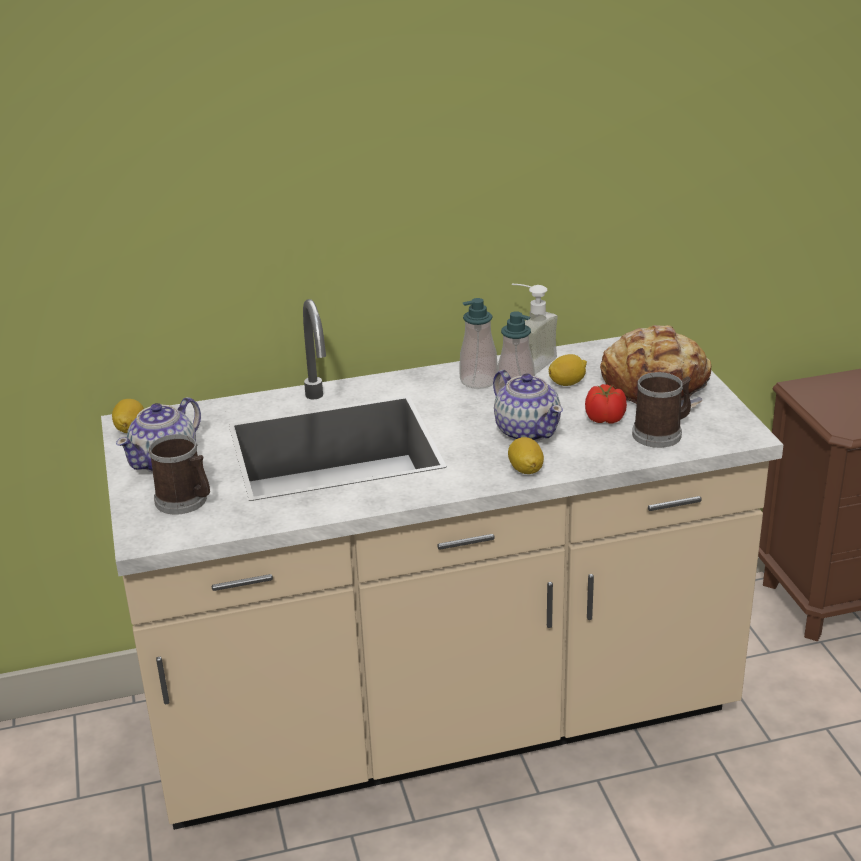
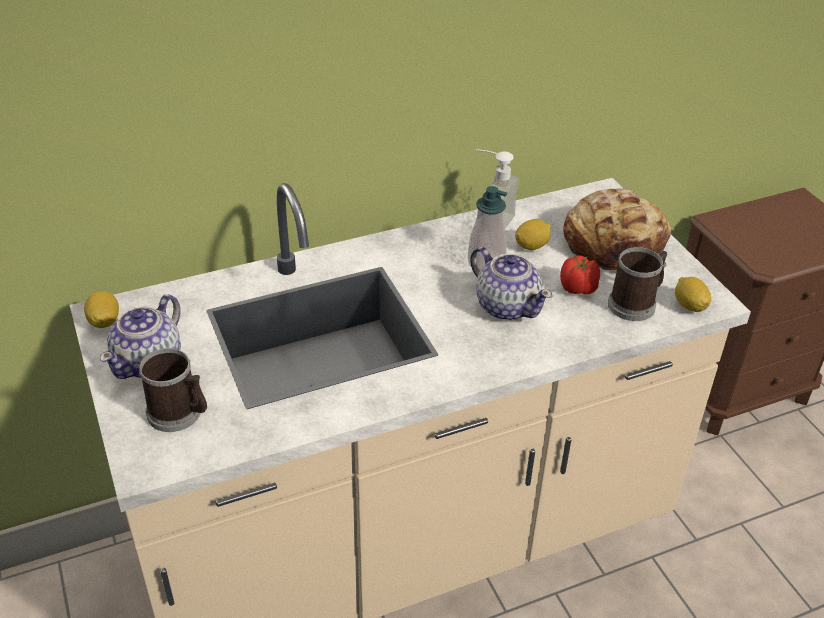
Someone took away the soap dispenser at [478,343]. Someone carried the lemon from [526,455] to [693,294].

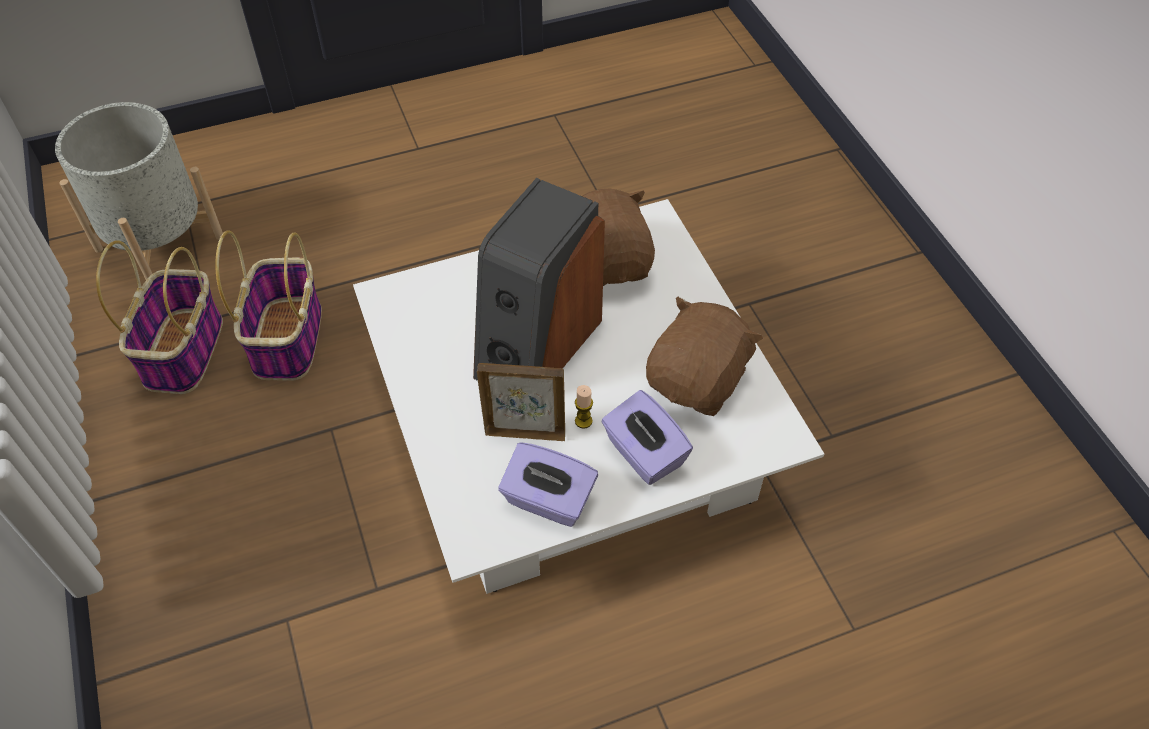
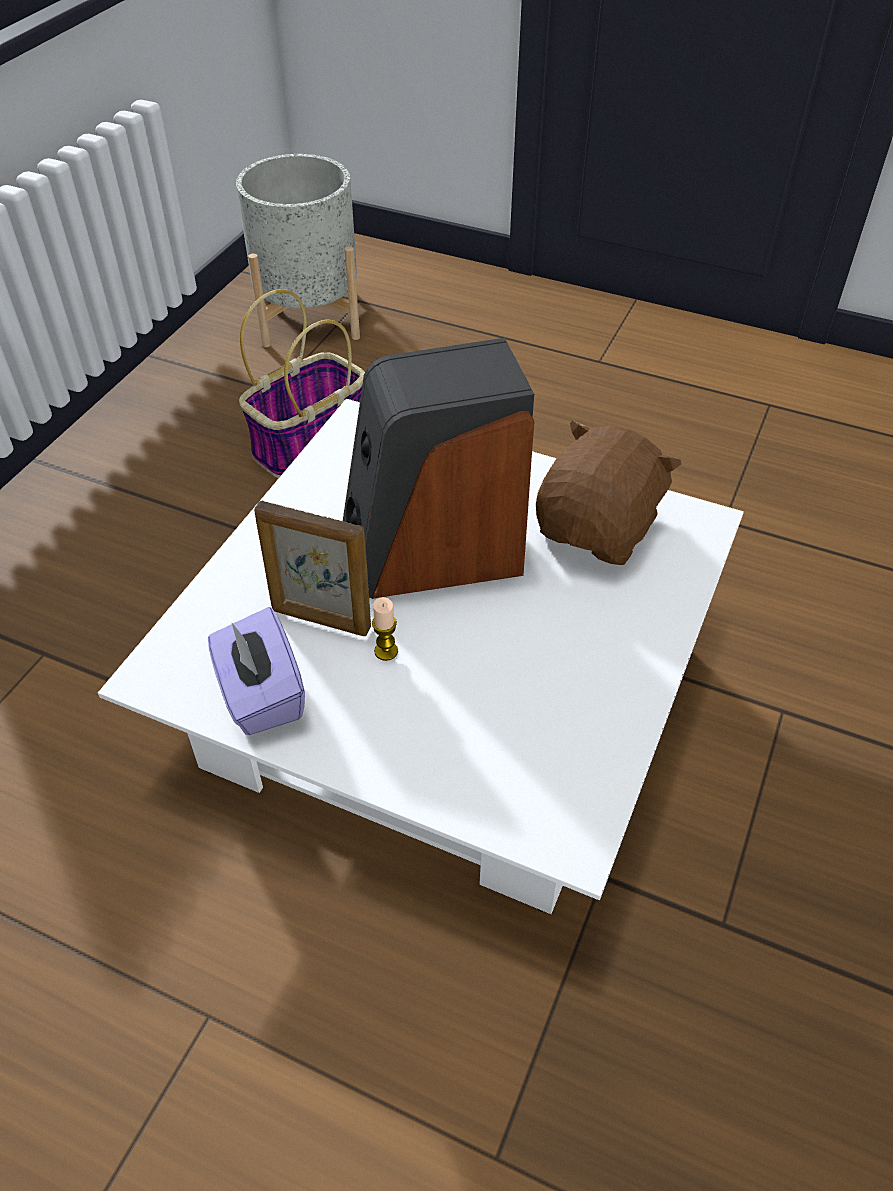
Someone took away the basket at [159,317]. Someone took away the plush toy (brown) at [704,356]. Someone rotated the picture frame at [521,402] by 150 degrees clockwise. Someone took away the tissue box (purple) at [647,437].

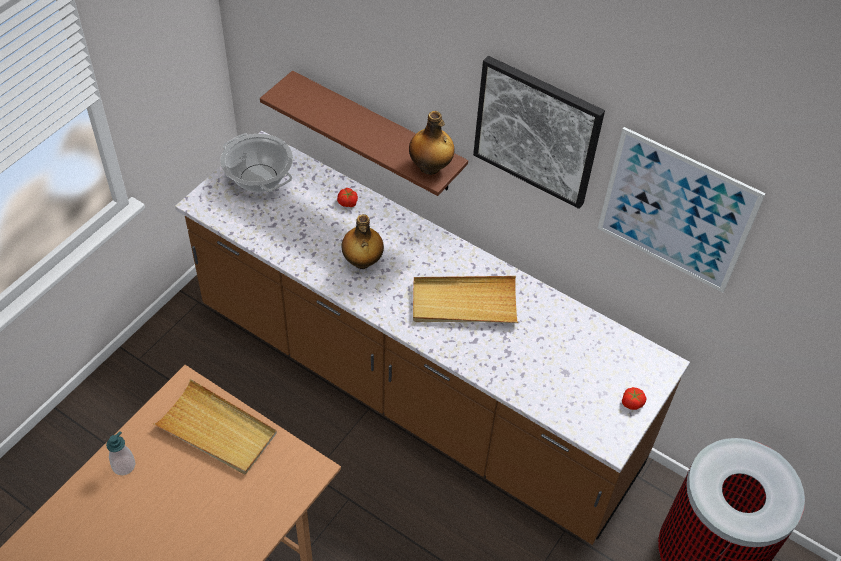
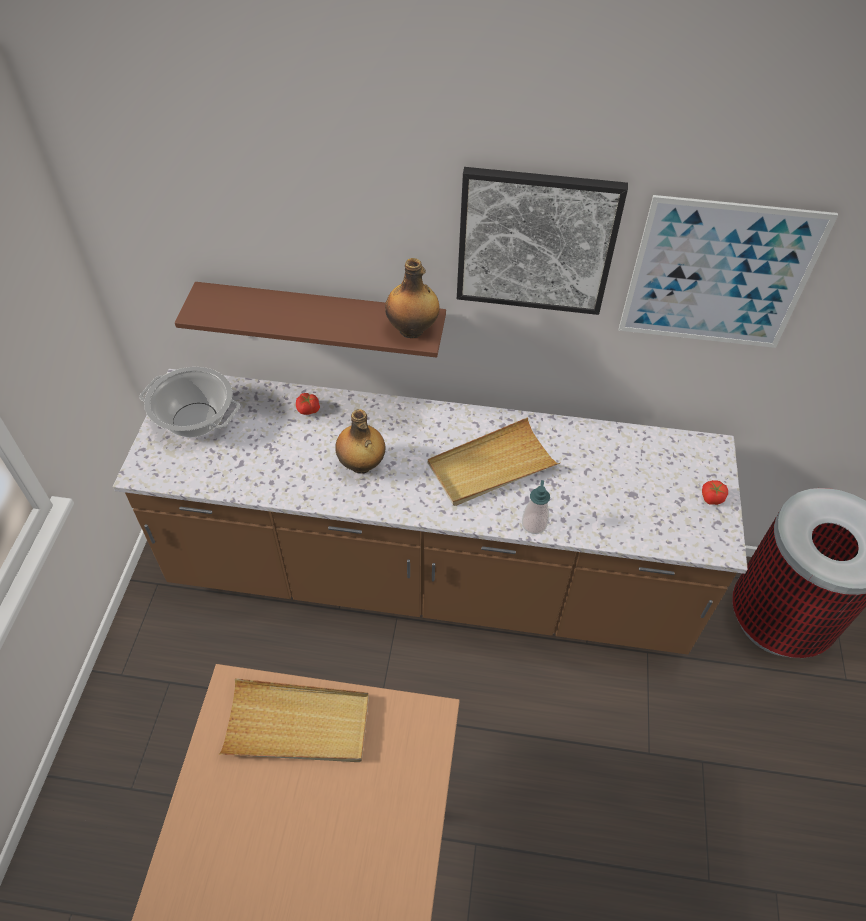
Someone carried the soap dispenser from [121,453] to [536,507].

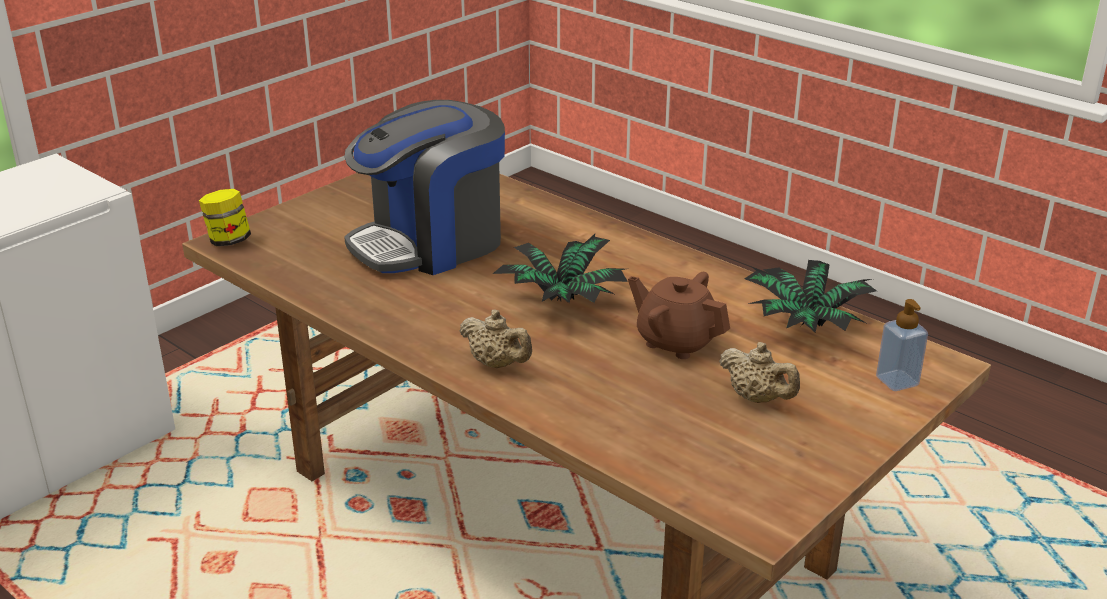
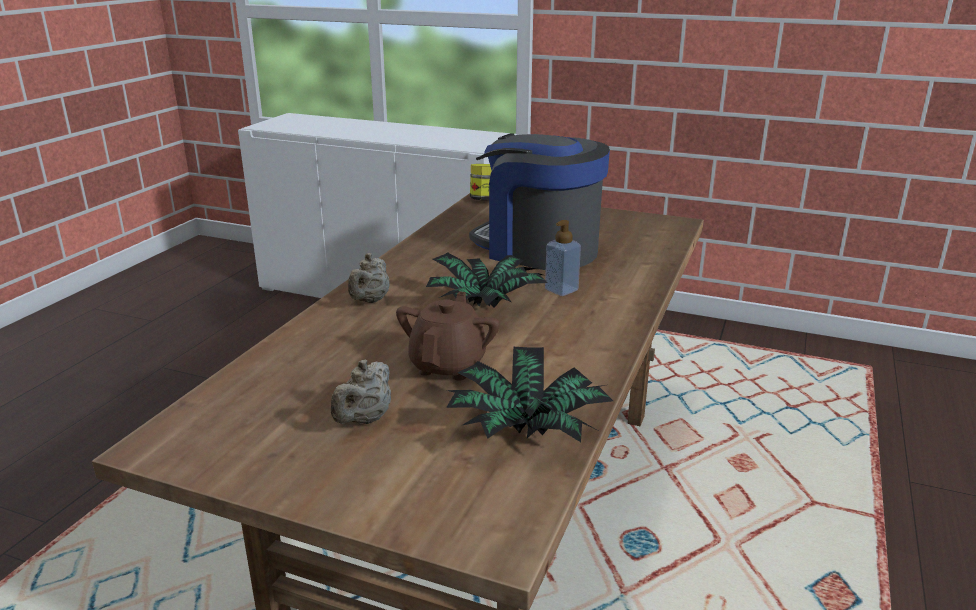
Someone carried the soap dispenser from [902,345] to [563,258].

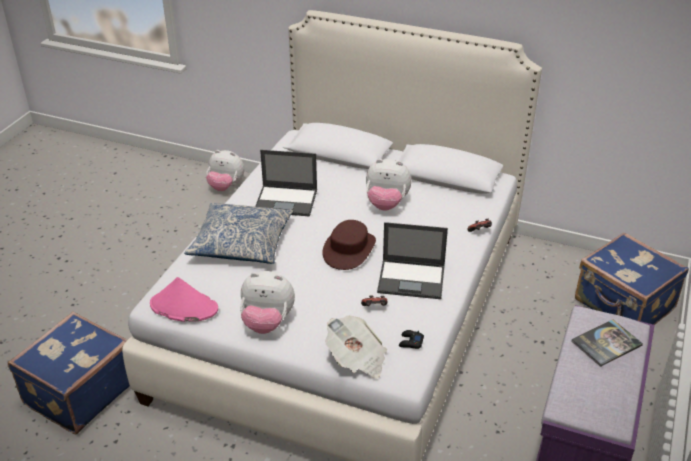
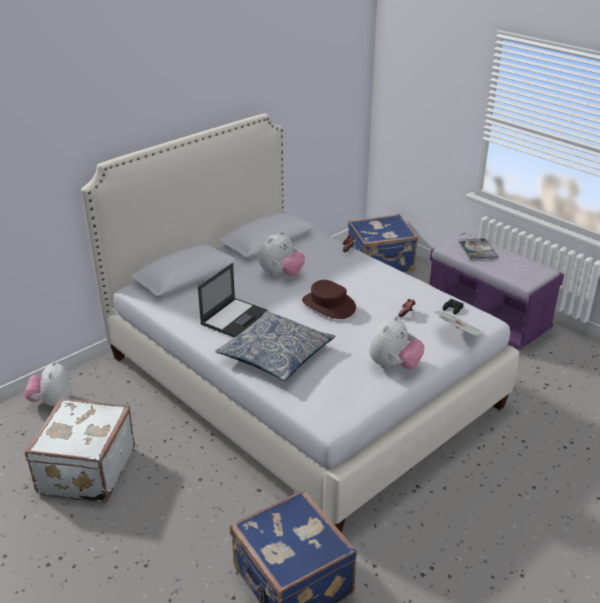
Someone rotated the plush toy at [225,170] by 135 degrees clockwise. Someone took away the laptop at [412,260]. Someone took away the hat (pink) at [184,299]. Someone put down the suitcase (white) at [80,450].

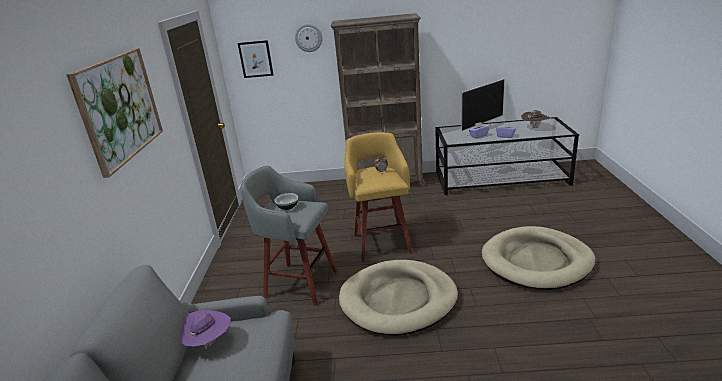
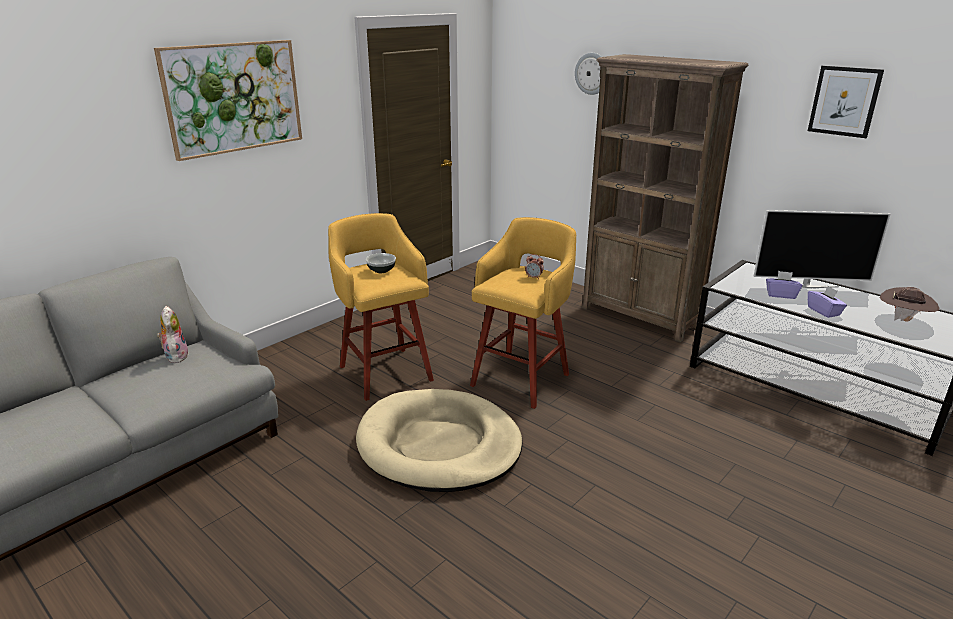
Someone carried the picture from [255,59] to [846,102]. Someone repainted the stool (grey) at [288,236], which became the stool (yellow) at [381,307]. Someone took away the dog bed (beige) at [539,258]. Someone swapped the hat (purple) at [205,329] for the plush toy at [173,334].

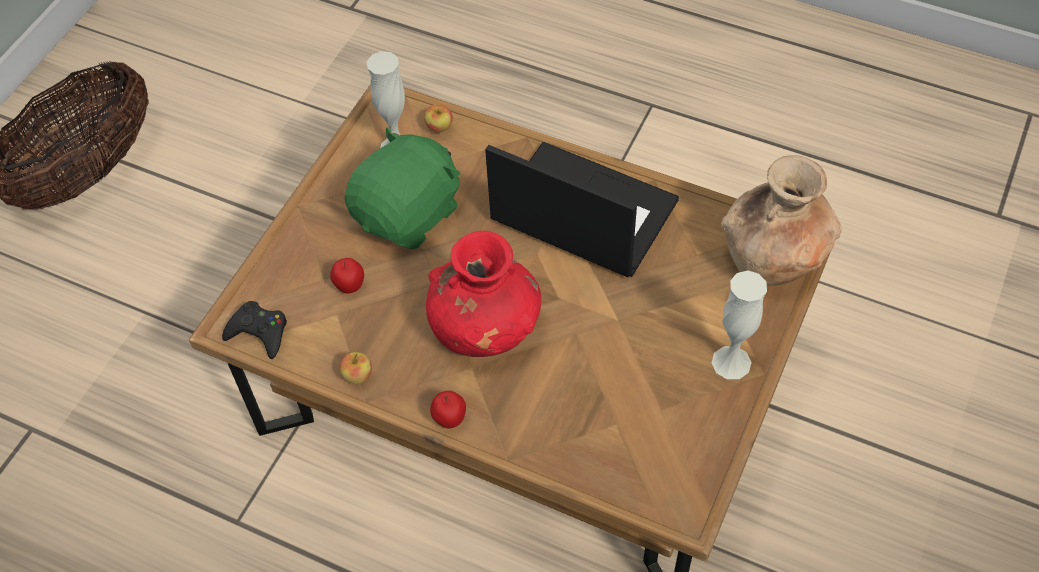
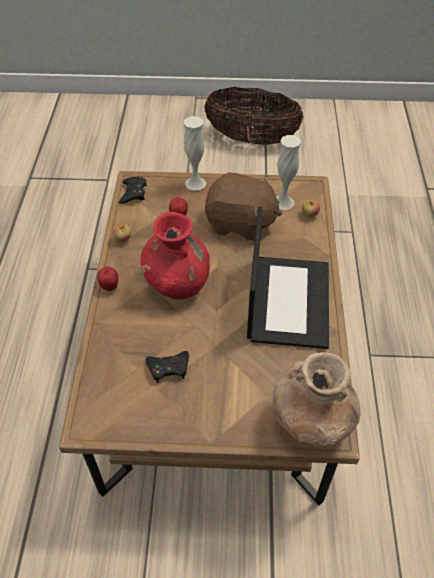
Someone repainted the plush toy (green) at [402,188], which became the plush toy (brown) at [243,206]. Someone carried the vase (white) from [739,325] to [195,153]. Someone put down the game controller (black) at [167,367].

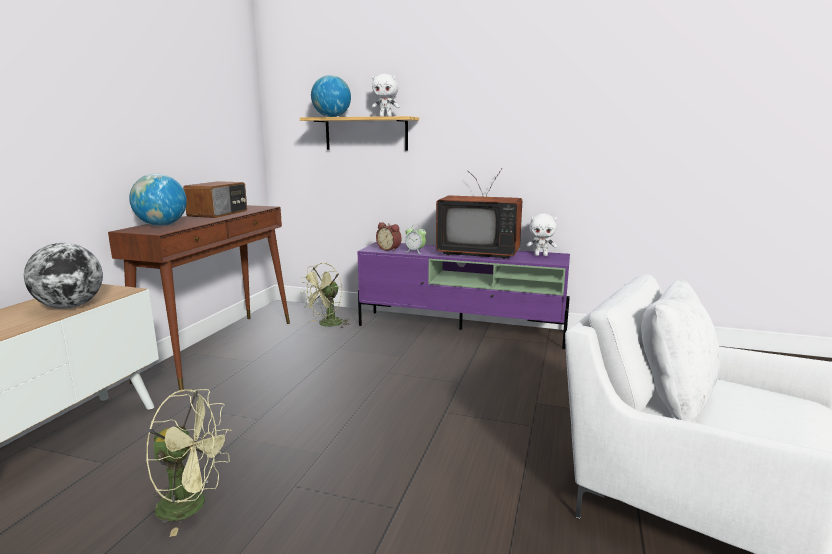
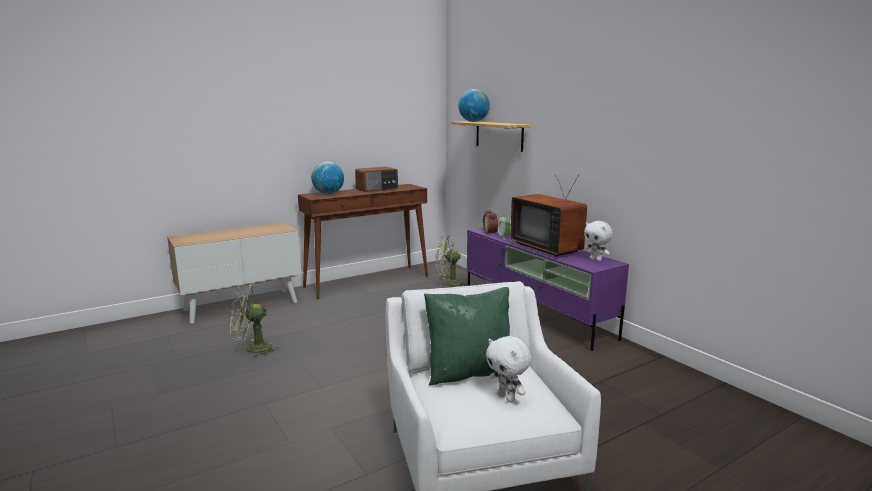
Someone carried the plush toy (white) from [385,95] to [508,369]. Someone took away the globe at [63,276]. Someone repainted the pillow (white) at [680,350], which became the pillow (green) at [467,336]. Someone rotated the fan (green) at [189,463] by 120 degrees clockwise.

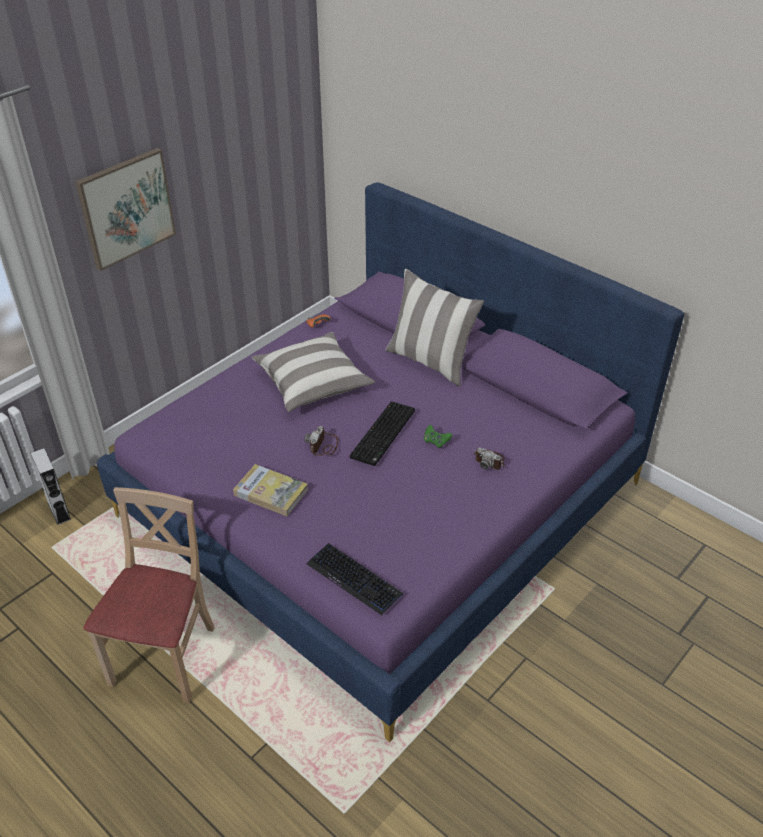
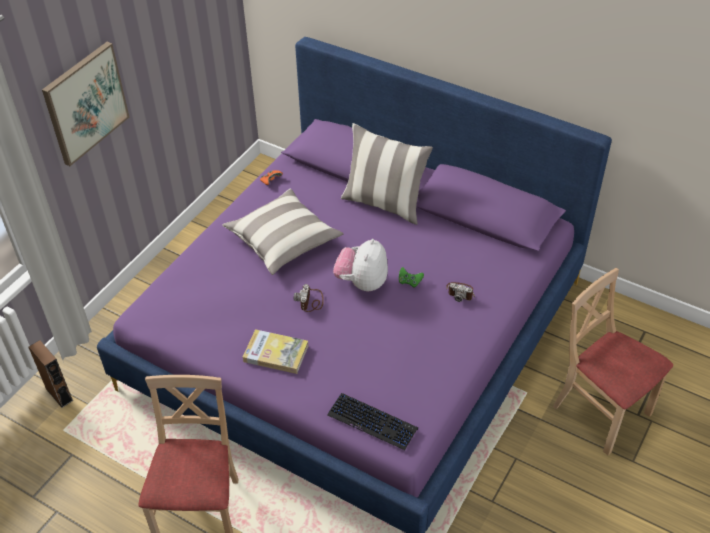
Someone swapped the keyboard at [382,433] for the plush toy at [360,265]. Someone repainted the speaker (grey) at [50,486], which became the speaker (brown) at [51,374]. Someone put down the chair (beige) at [613,362].

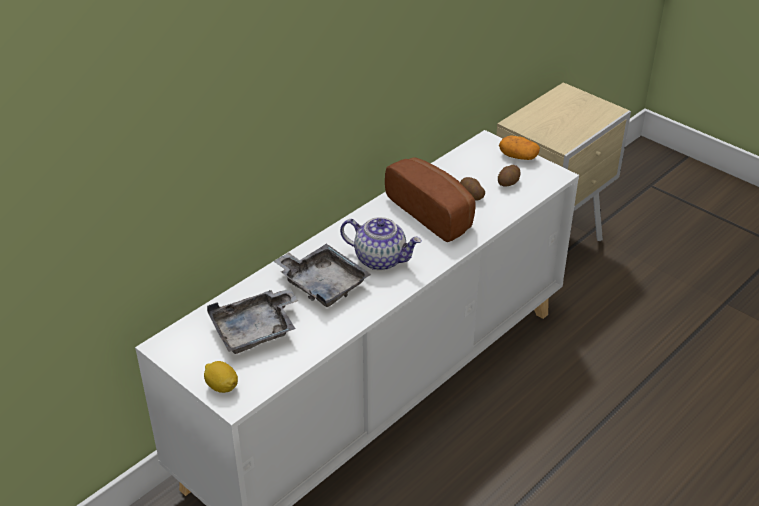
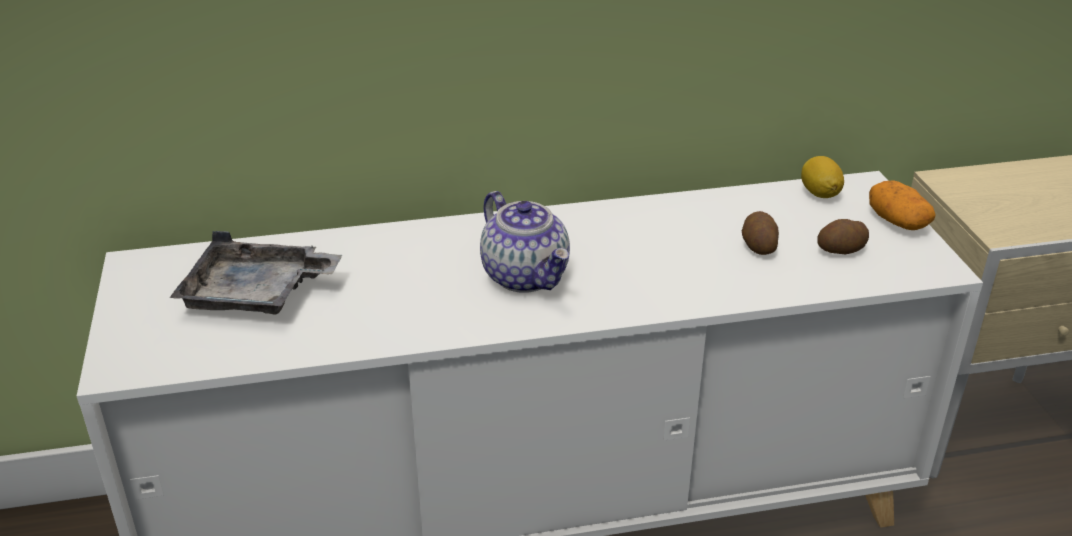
Someone took away the bread at [430,199]. Someone took away the tray (grey) at [322,275]. Someone carried the lemon from [221,377] to [822,177].

